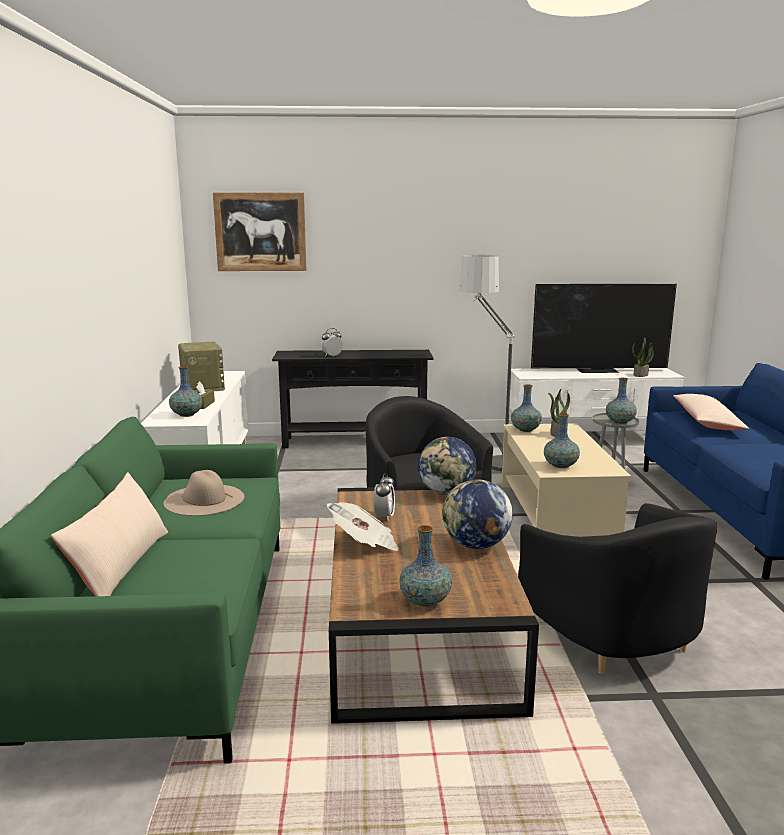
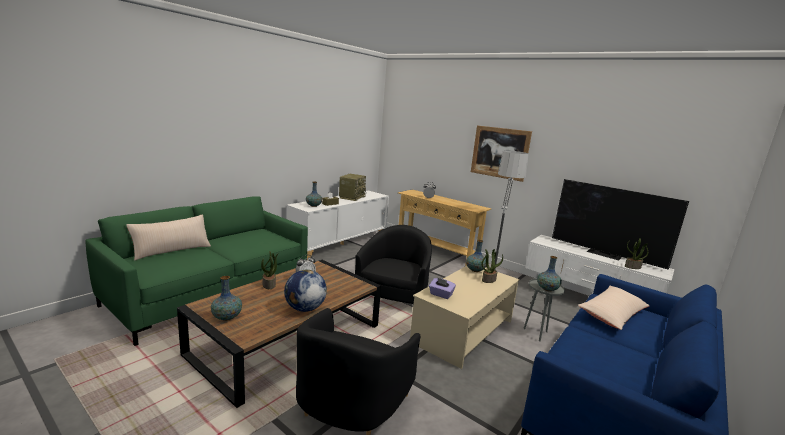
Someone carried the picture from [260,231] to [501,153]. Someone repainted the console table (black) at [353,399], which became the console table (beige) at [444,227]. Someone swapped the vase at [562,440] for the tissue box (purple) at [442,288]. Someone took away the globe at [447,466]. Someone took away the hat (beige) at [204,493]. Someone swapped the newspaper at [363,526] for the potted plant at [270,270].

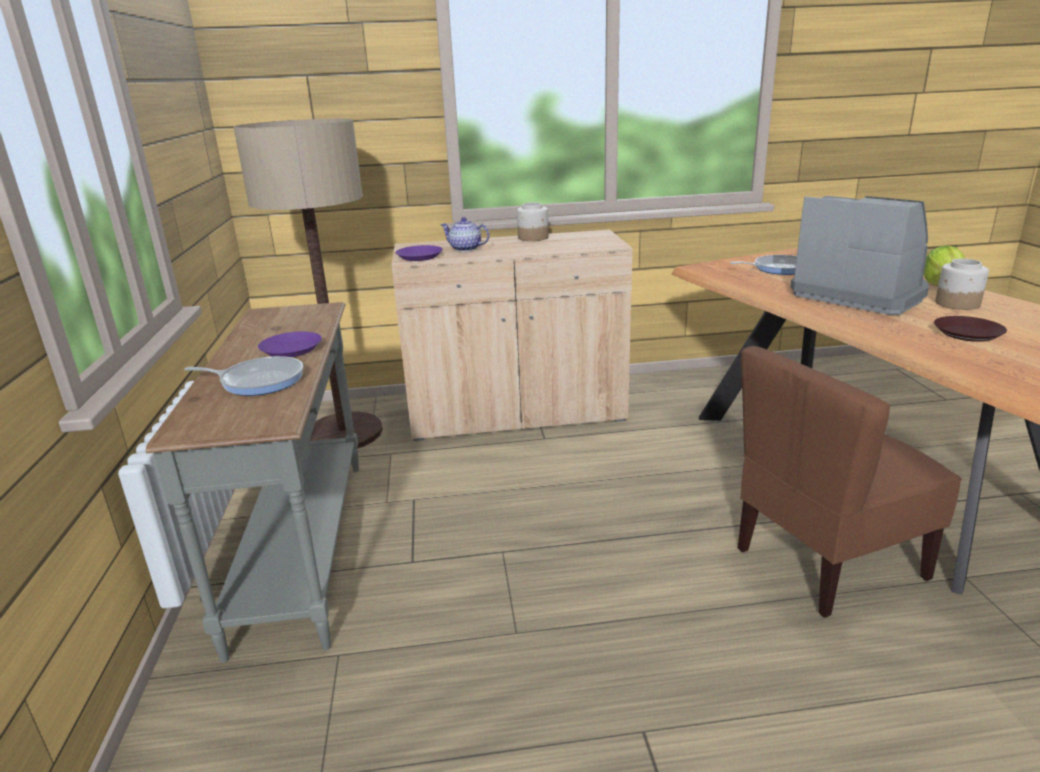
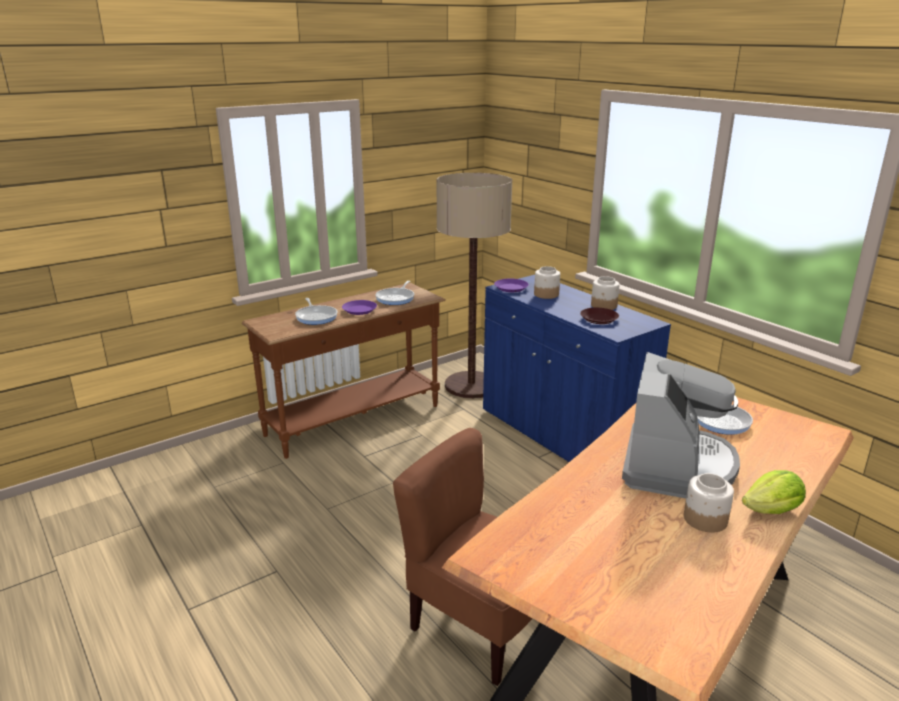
Someone swapped the teapot at [465,234] for the jar at [547,282]. Someone repainted the cabinet (beige) at [512,335], which became the cabinet (blue) at [577,368]. Someone repainted the console table (grey) at [252,482], which became the console table (brown) at [344,371]. Someone carried the plate (brown) from [970,329] to [599,316]. Someone put down the frying pan at [394,293].

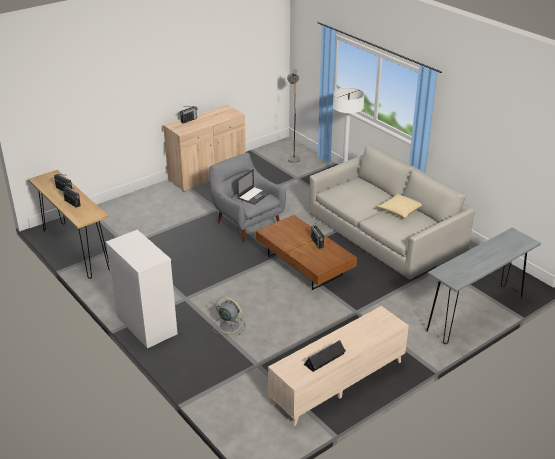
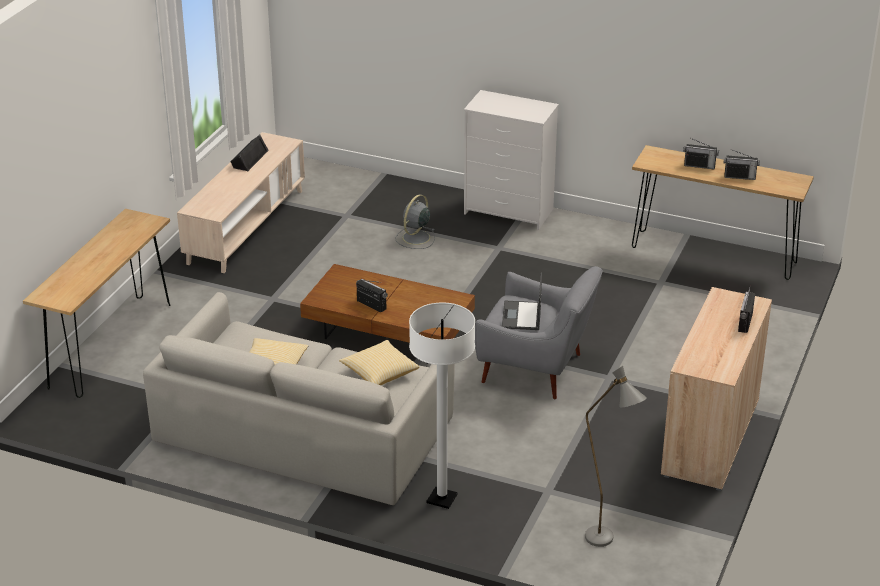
Someone repainted the console table (grey) at [483,286], which became the console table (brown) at [96,303]. Someone rotated the fan (grey) at [229,316] by 120 degrees clockwise. Someone put down the pillow at [379,362].

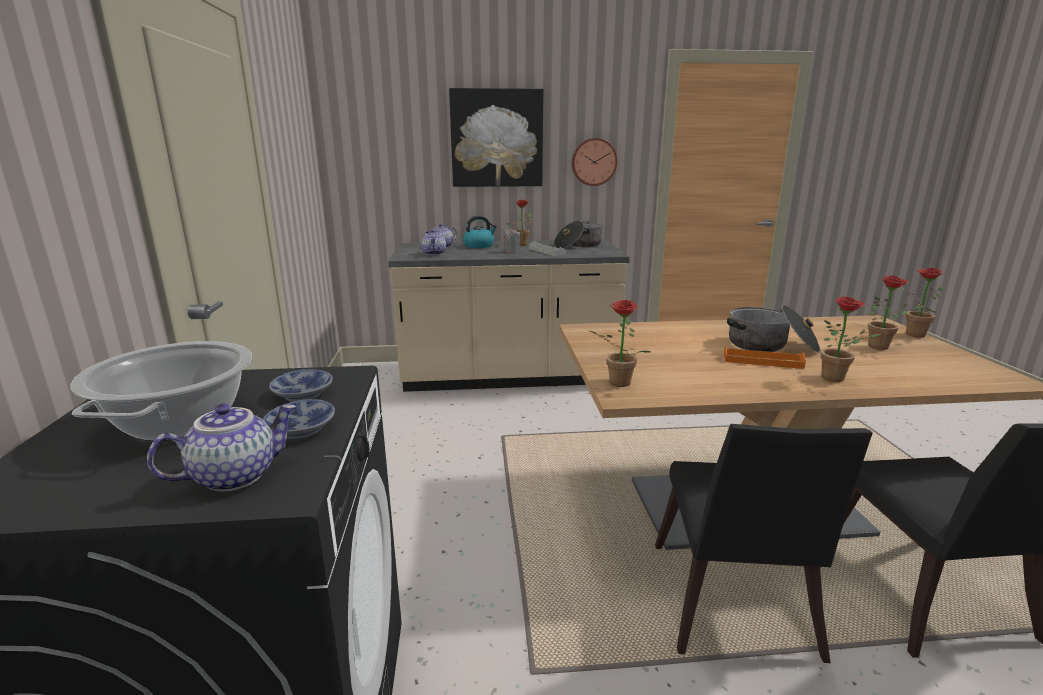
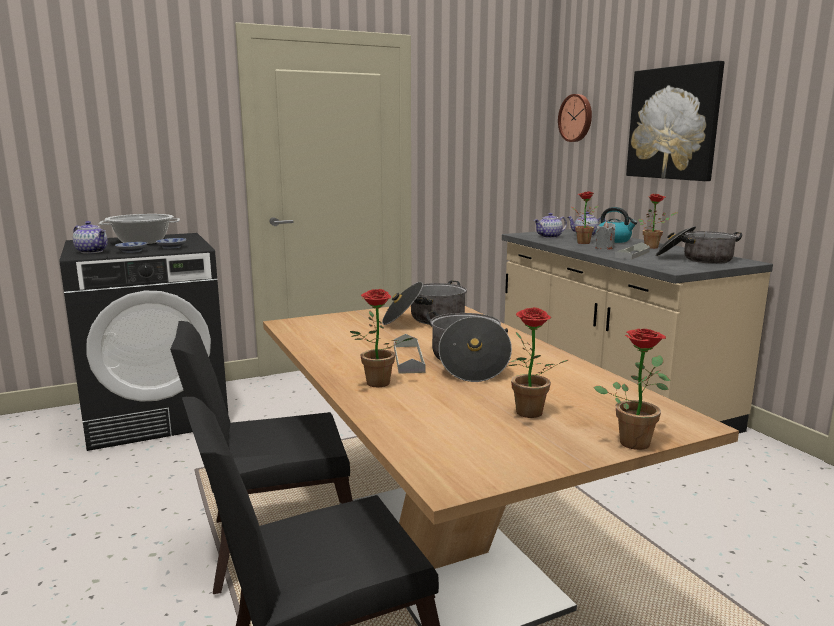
Someone carried the wall clock from [594,162] to [575,118]. Someone carried the potted plant from [619,343] to [584,217]. Someone repainted the tray (orange) at [765,357], which became the tray (grey) at [410,354]. Someone put down the cooking pot at [424,302].

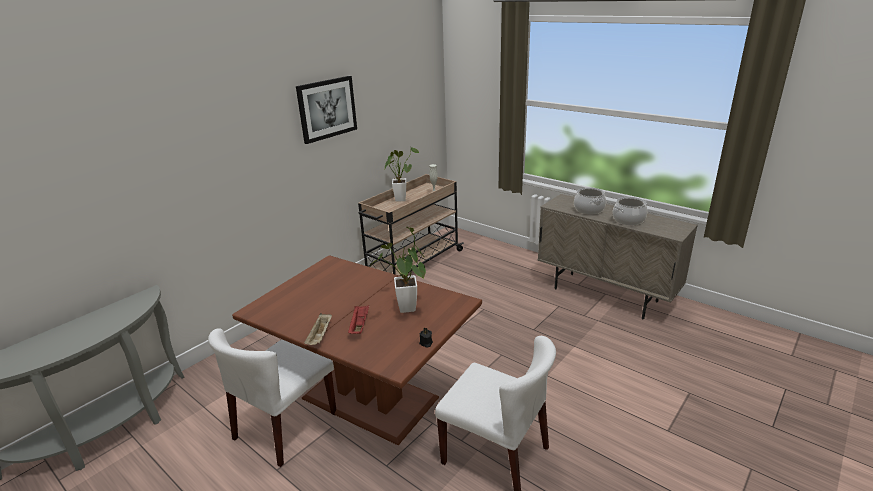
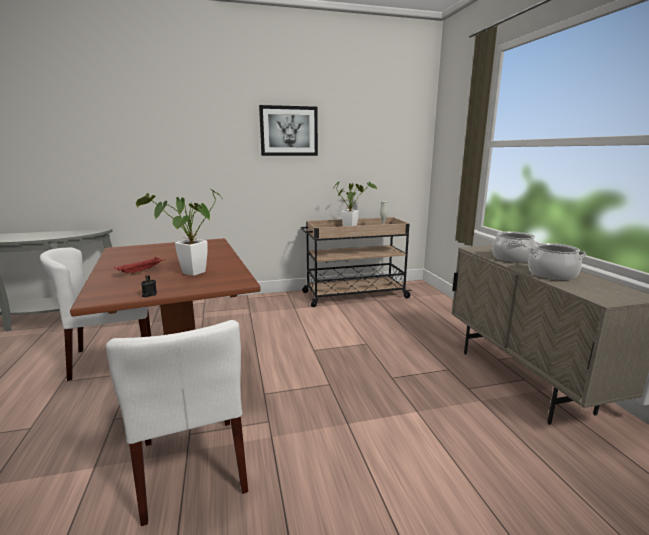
Someone took away the tray (beige) at [318,329].

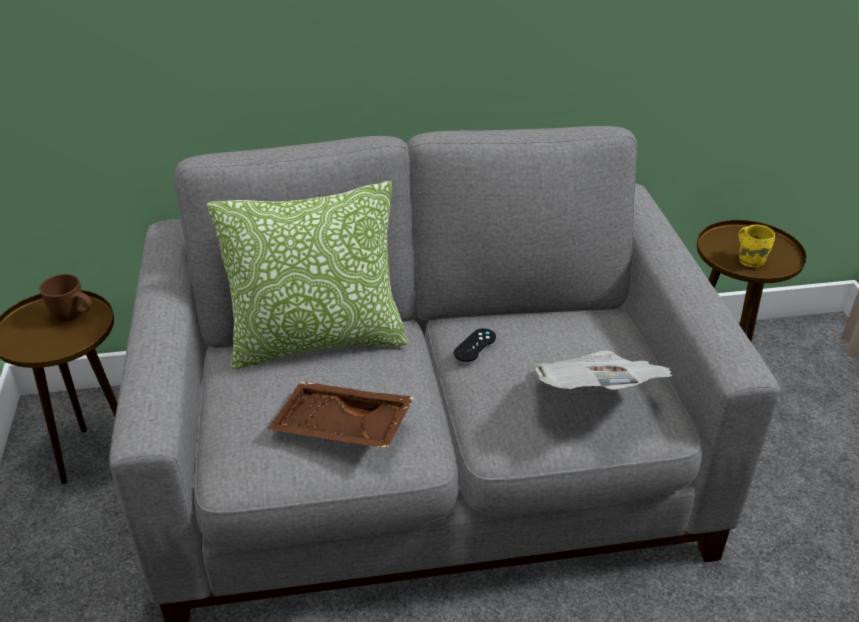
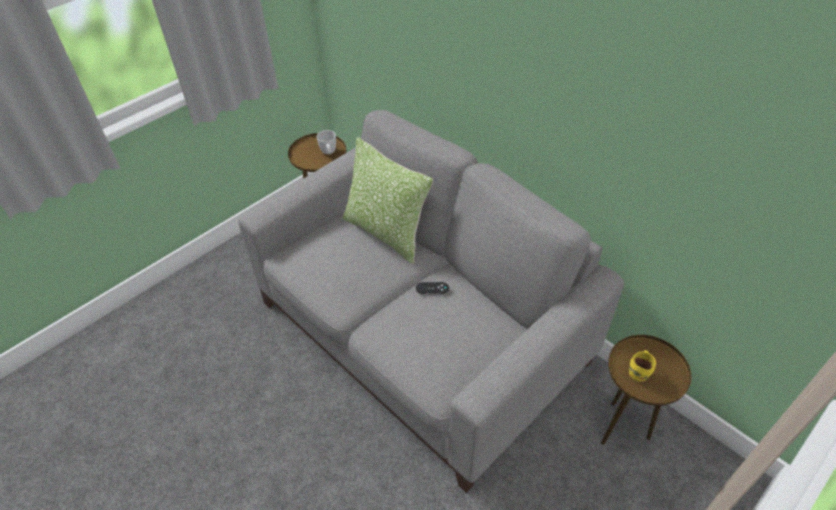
Someone repainted the mug (brown) at [66,298], which became the mug (white) at [326,142]. Someone took away the newspaper at [604,370]. Someone took away the tray (brown) at [340,415].

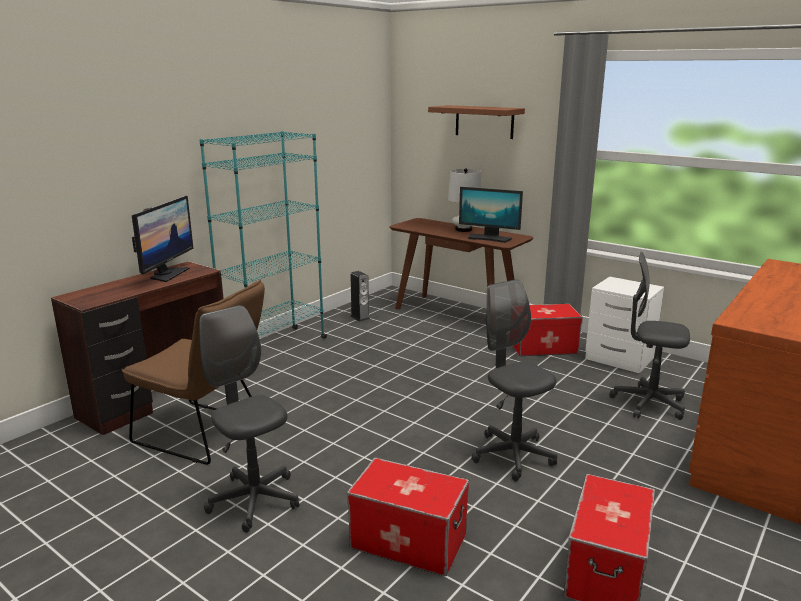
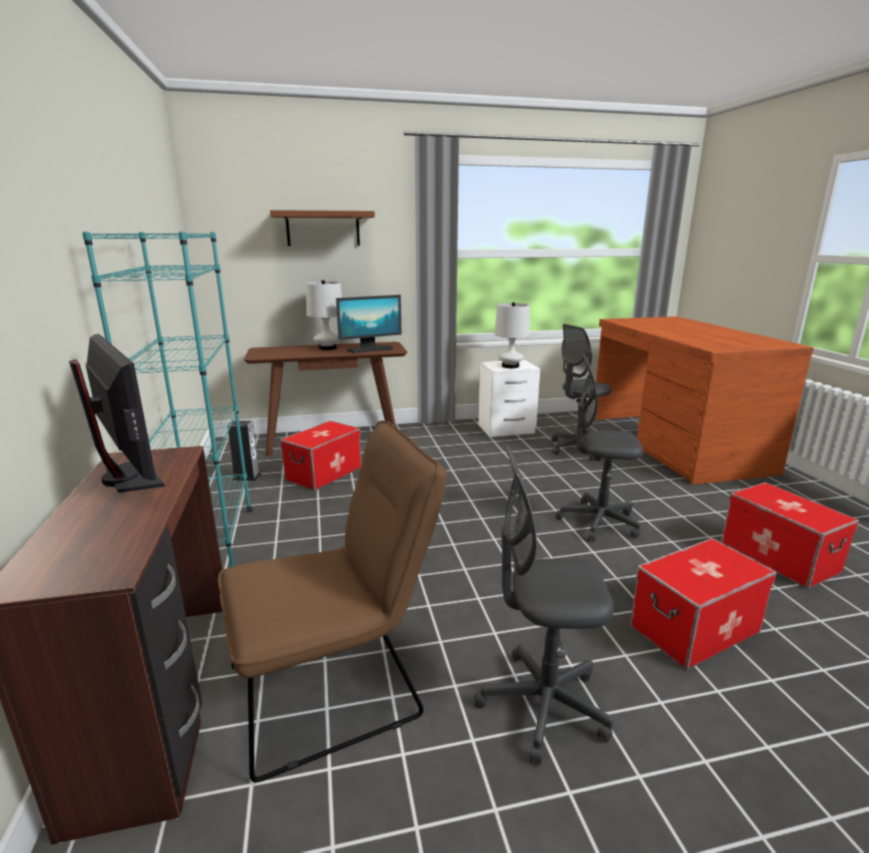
Someone carried the storage box from [548,330] to [320,456]. Someone put down the table lamp (white) at [512,335].

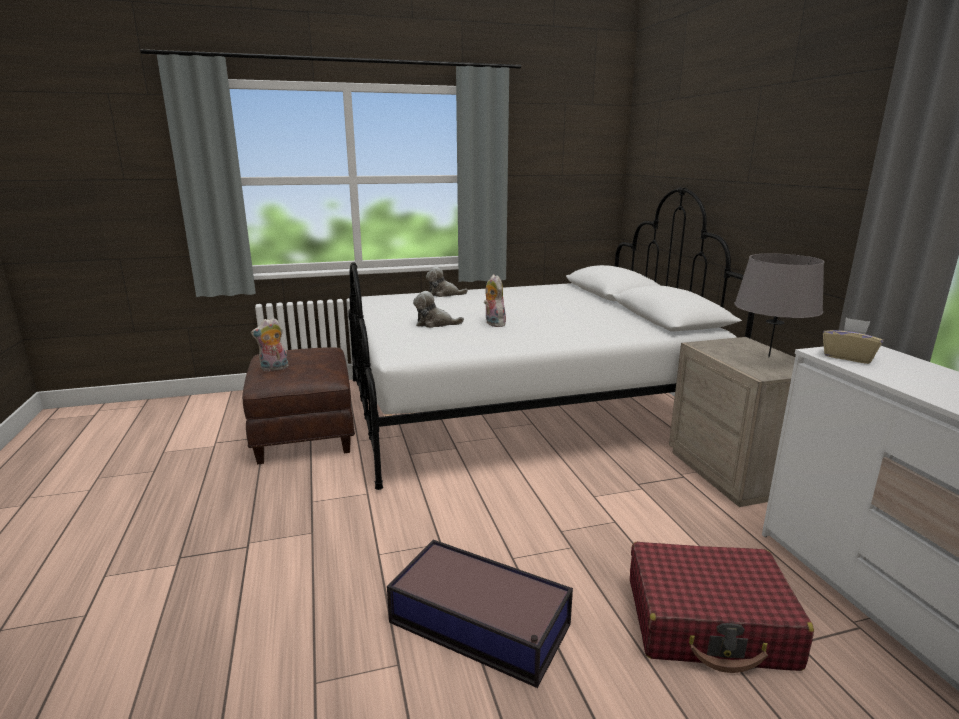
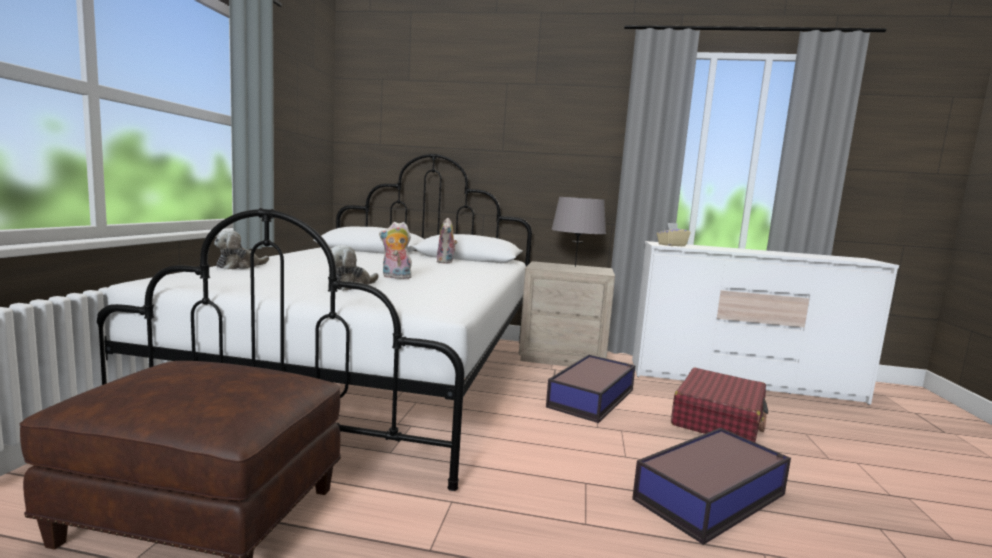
Someone carried the plush toy from [270,344] to [447,241]. Someone put down the storage box at [591,389].

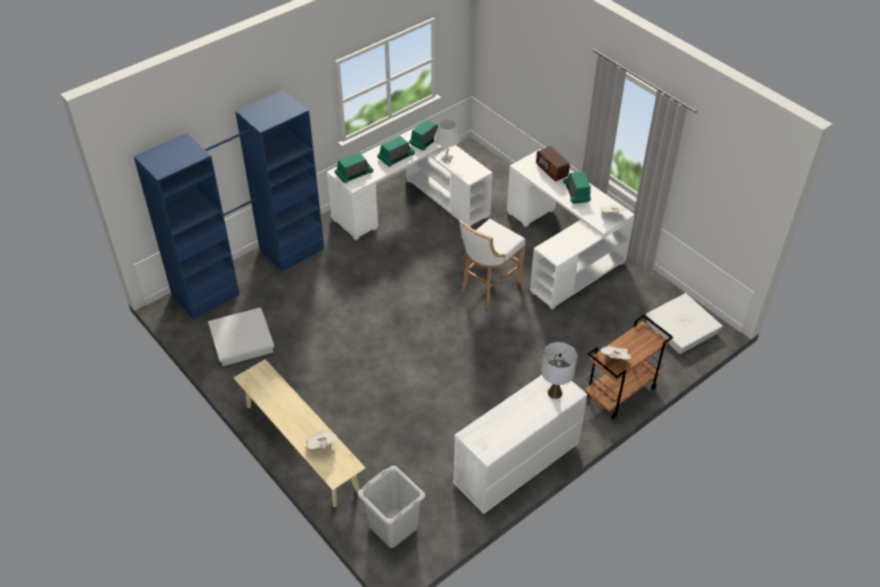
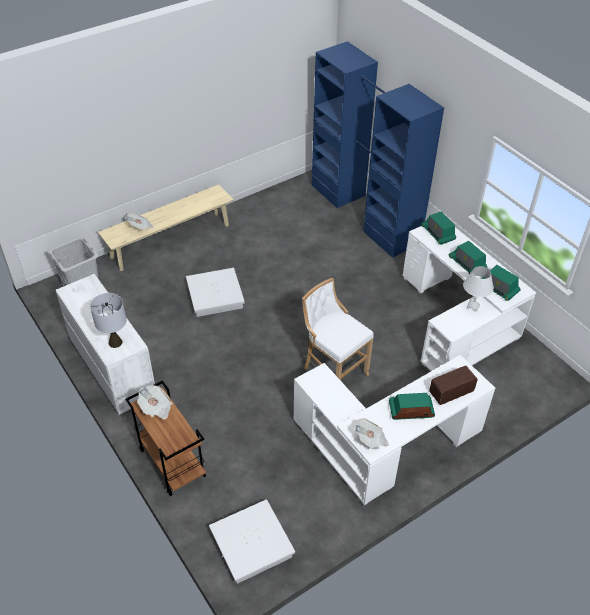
Someone carried the storage box (white) from [241,336] to [215,292].

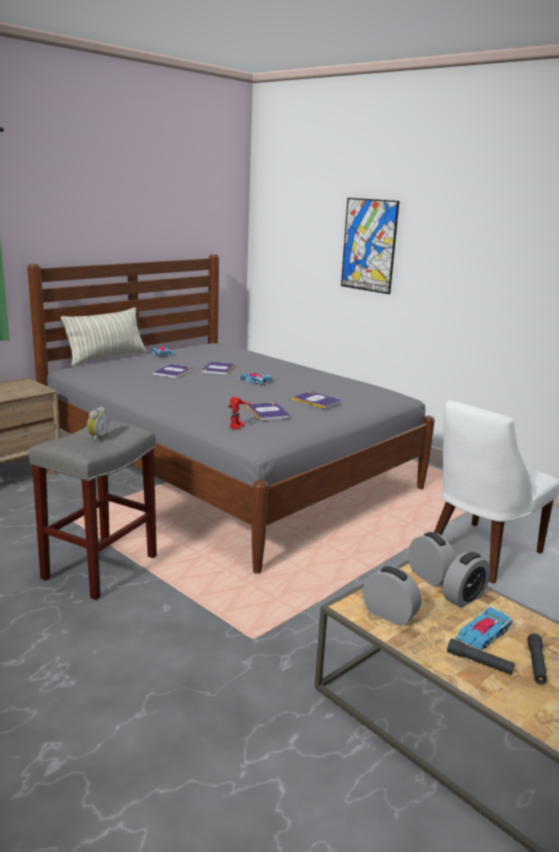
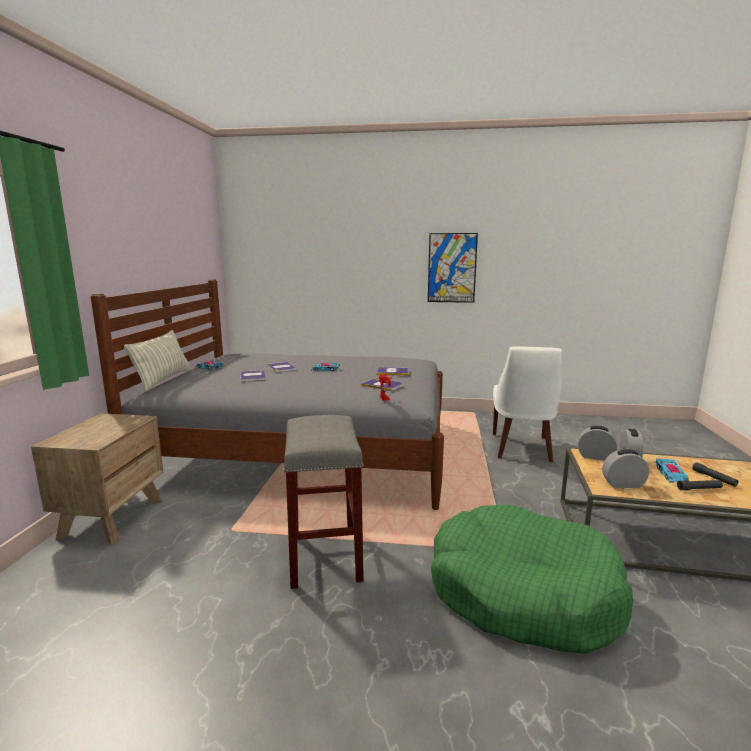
Someone carried the picture from [370,246] to [453,268]. Someone took away the alarm clock at [98,424]. Someone put down the dog bed (green) at [532,579].

